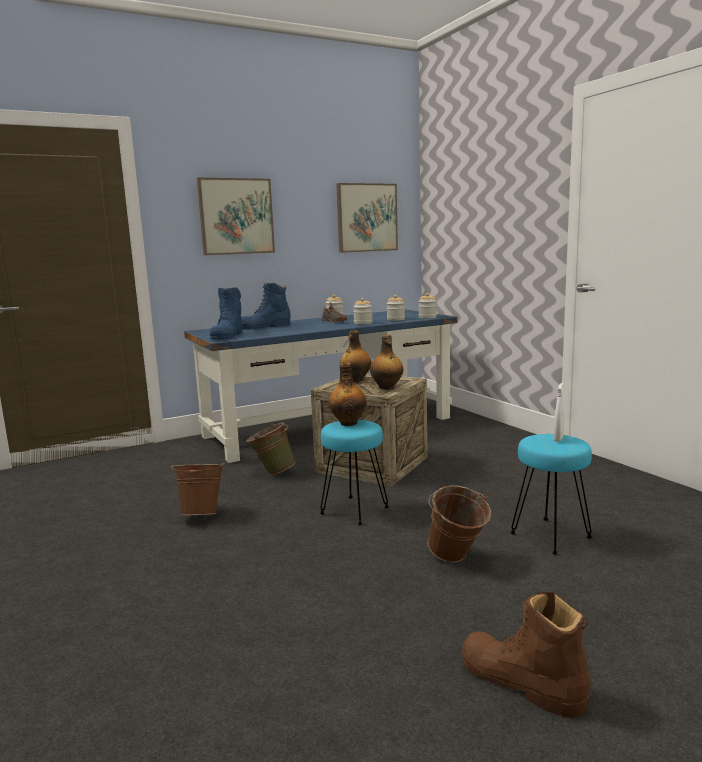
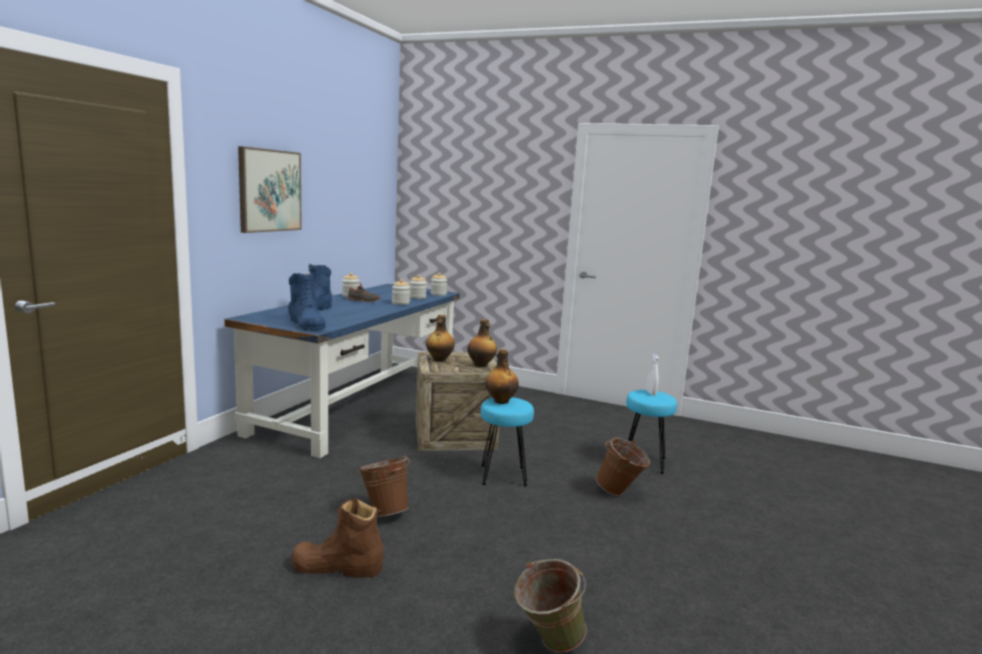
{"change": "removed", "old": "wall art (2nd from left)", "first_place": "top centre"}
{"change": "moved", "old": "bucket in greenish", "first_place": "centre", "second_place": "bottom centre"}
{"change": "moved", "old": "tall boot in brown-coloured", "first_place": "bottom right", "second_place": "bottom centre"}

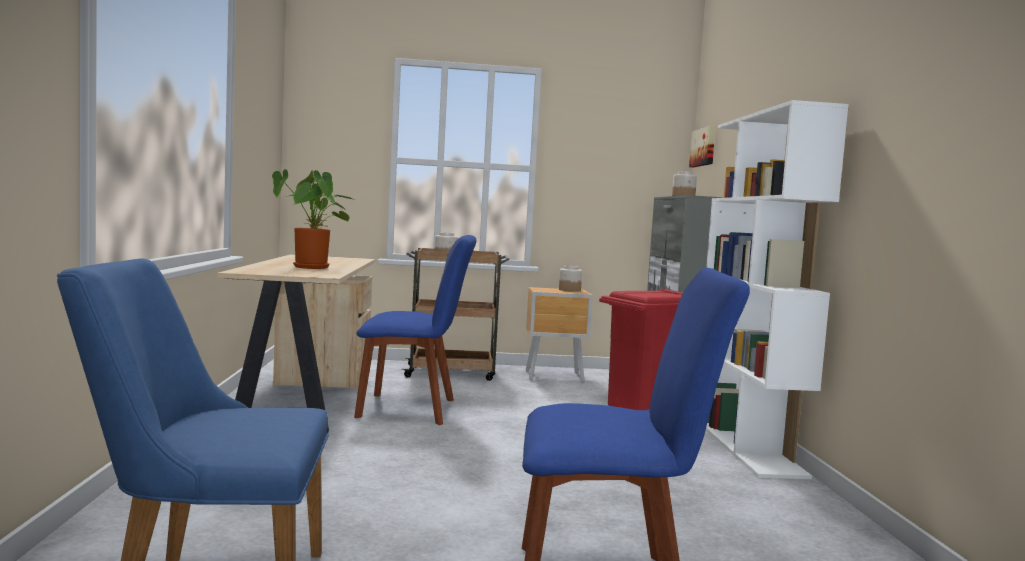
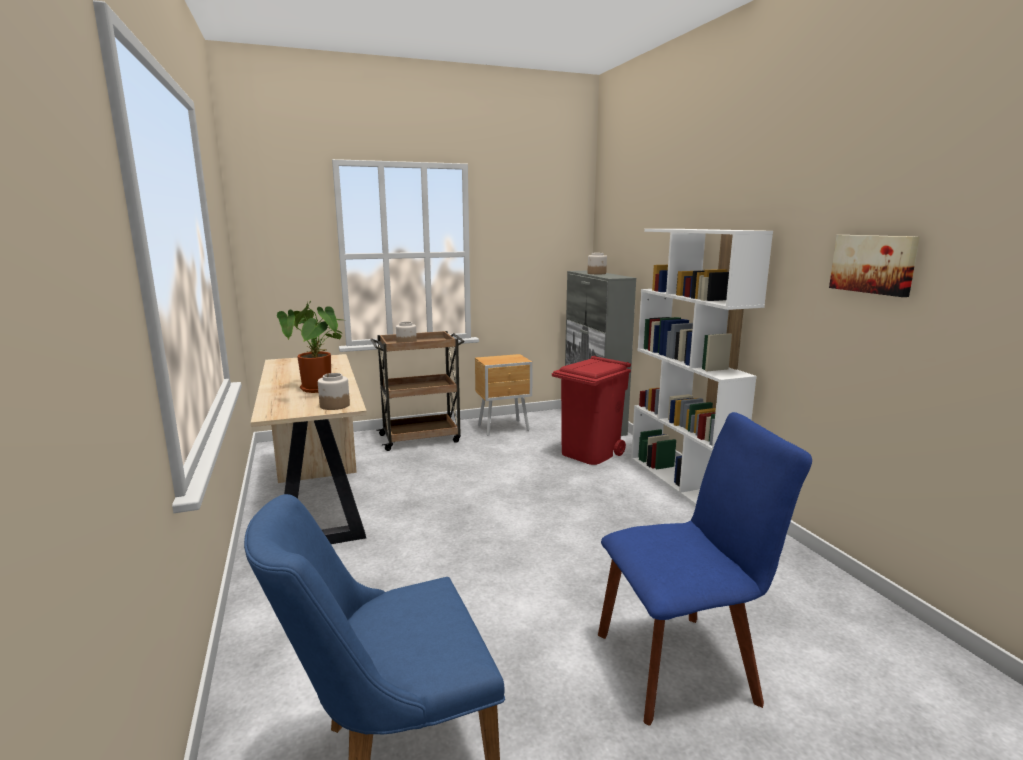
{"change": "moved", "old": "wall art", "first_place": "top right", "second_place": "middle right"}
{"change": "removed", "old": "upright chair in blue-coloured (2nd from left)", "first_place": "centre"}
{"change": "moved", "old": "storage jar (2nd from left in the first image)", "new": "storage jar (1st from left)", "first_place": "centre", "second_place": "middle left"}

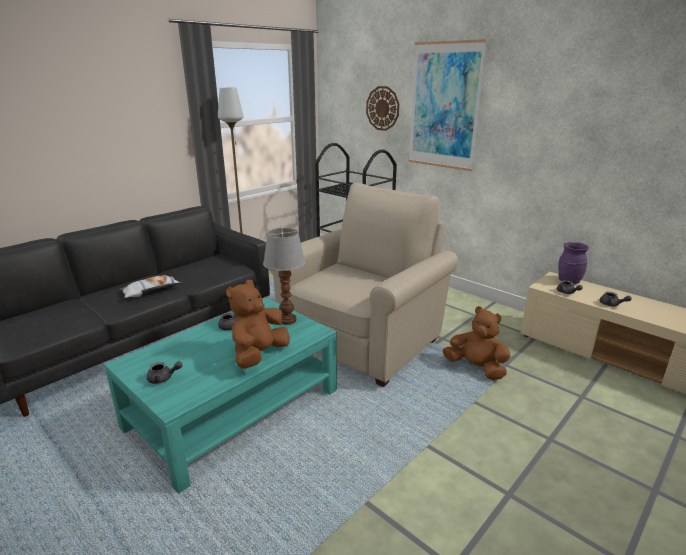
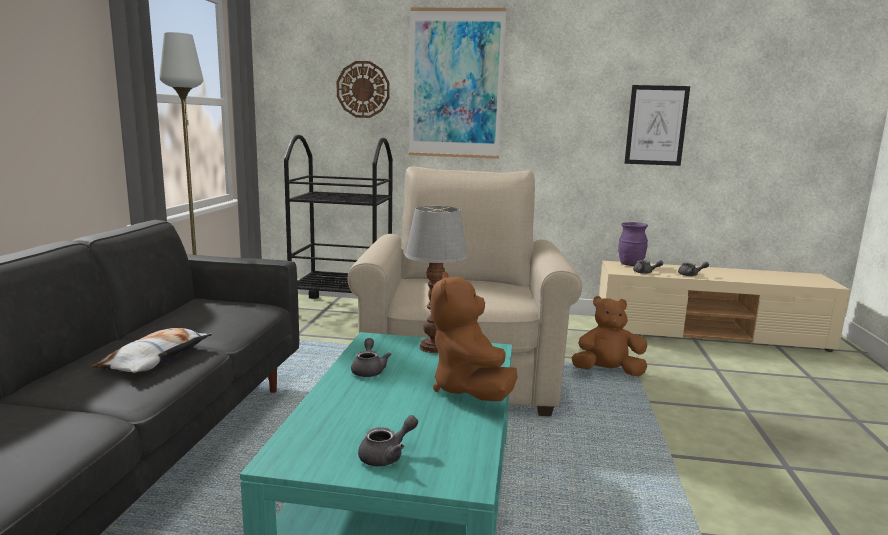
{"change": "added", "new": "wall art (2nd from left)", "second_place": "top right"}

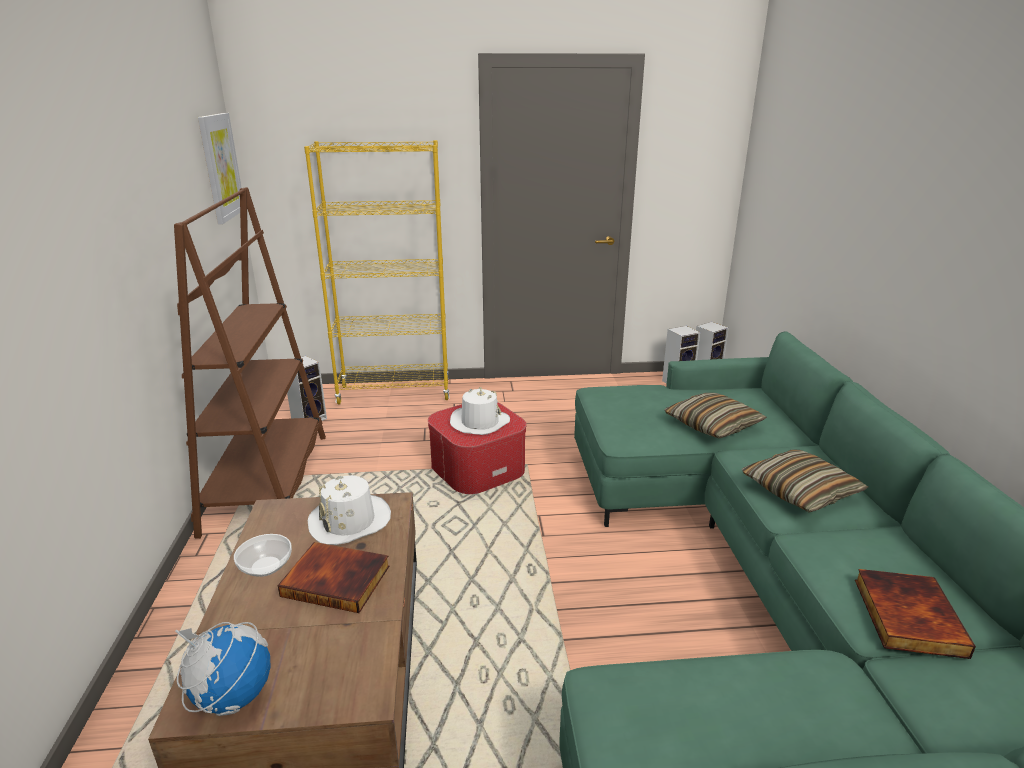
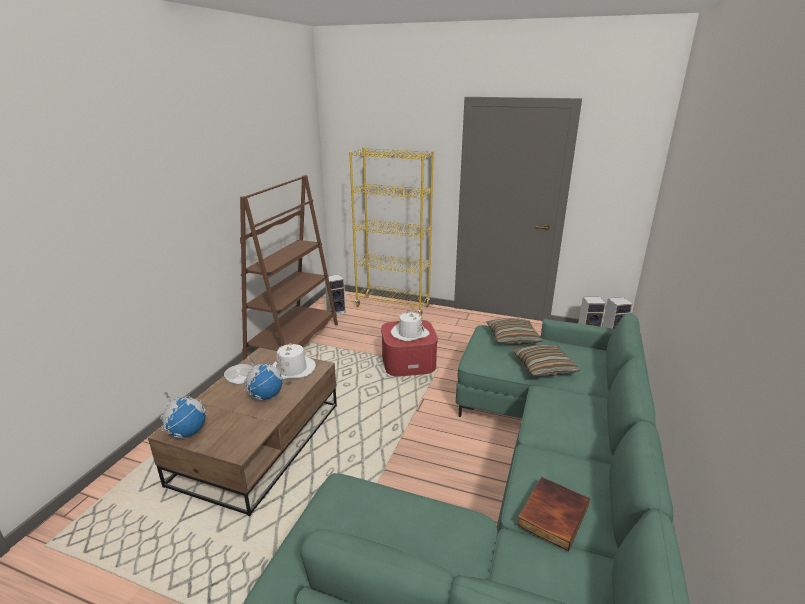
{"change": "removed", "old": "wall art", "first_place": "top left"}
{"change": "moved", "old": "throw pillow (2nd from left in the first image)", "new": "throw pillow (1st from left)", "first_place": "middle right", "second_place": "centre"}
{"change": "replaced", "old": "volume (1st from left)", "new": "globe (2nd from left)", "first_place": "bottom left", "second_place": "middle left"}

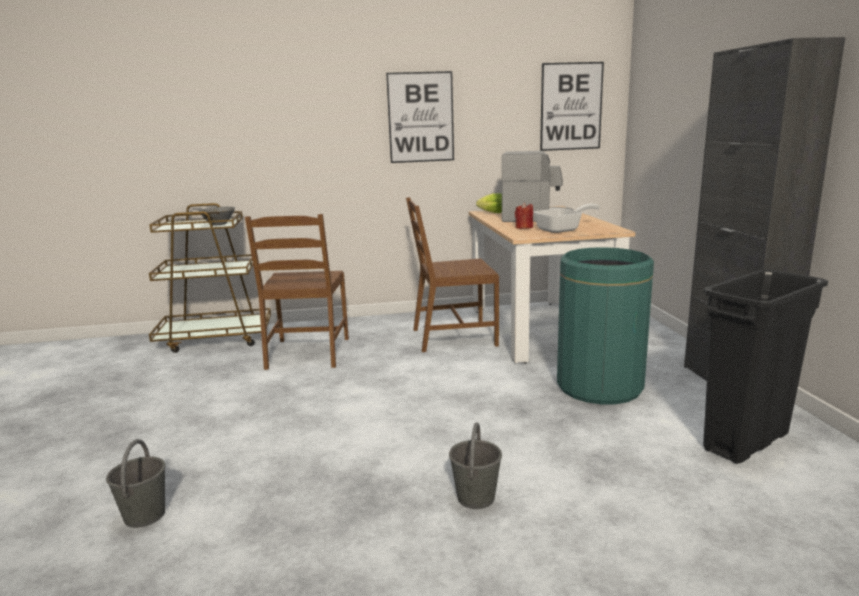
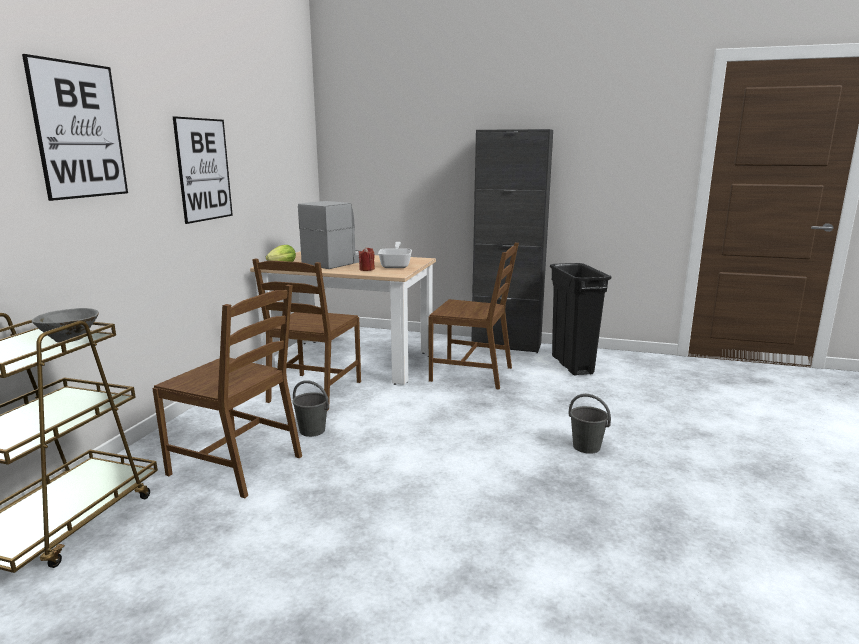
{"change": "moved", "old": "wall art (2nd from left in the first image)", "new": "wall art (1st from left)", "first_place": "top centre", "second_place": "top left"}
{"change": "replaced", "old": "rubbish bin in greenish", "new": "upright chair in brown-coloured (3rd from left)", "first_place": "middle right", "second_place": "centre"}
{"change": "moved", "old": "bucket in grey (1st from left)", "first_place": "bottom left", "second_place": "centre"}

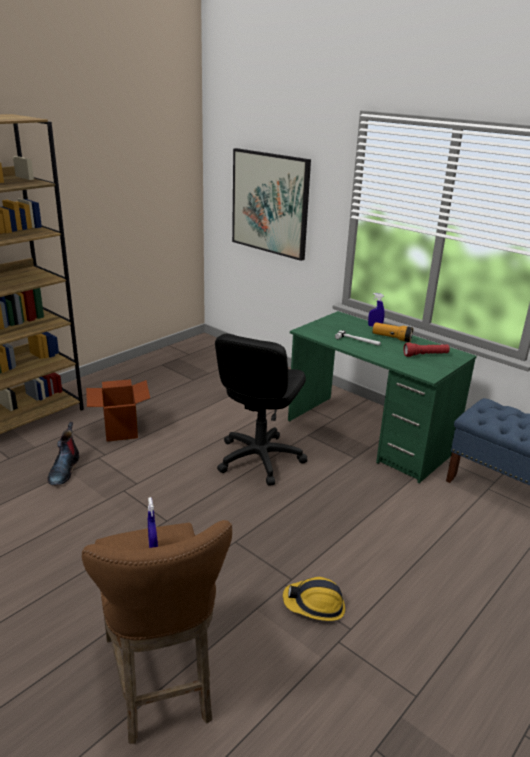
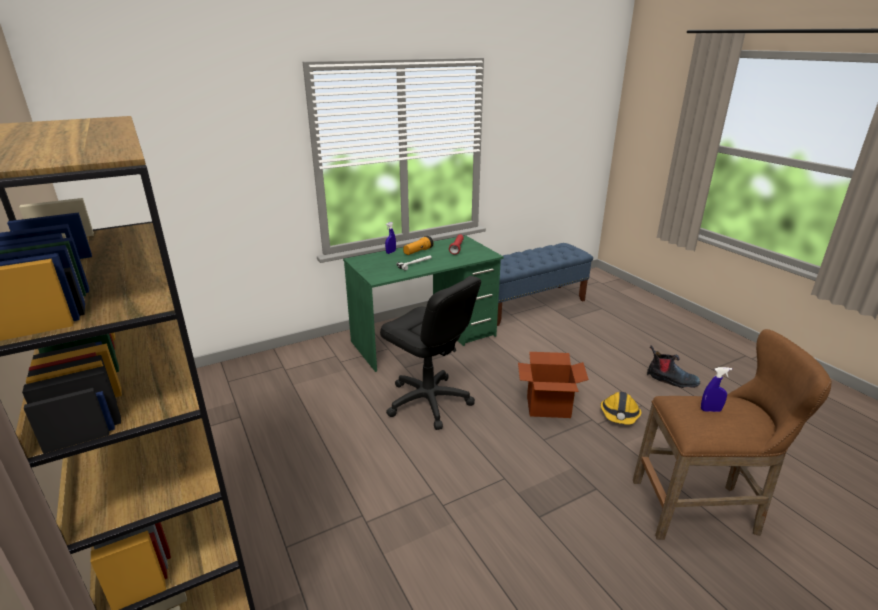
{"change": "removed", "old": "wall art", "first_place": "top centre"}
{"change": "moved", "old": "carton", "first_place": "middle left", "second_place": "centre"}
{"change": "moved", "old": "tall boot", "first_place": "middle left", "second_place": "middle right"}

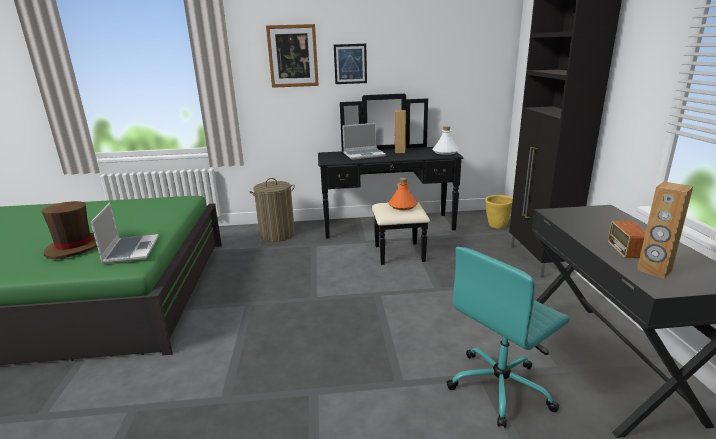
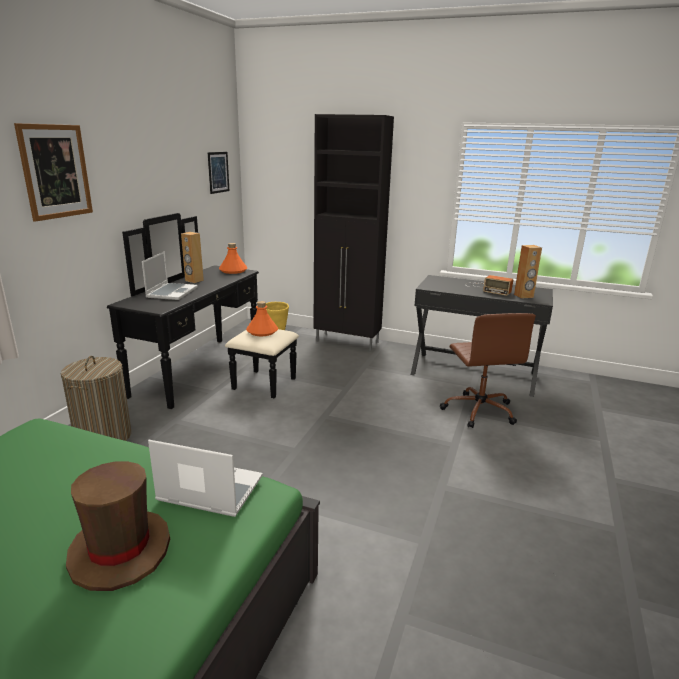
{"change": "moved", "old": "wall art (2nd from left)", "first_place": "top centre", "second_place": "top left"}
{"change": "recoloured", "old": "beverage bottle in white", "new": "beverage bottle in orange-coloured (1st from left)", "first_place": "top centre", "second_place": "centre"}
{"change": "recoloured", "old": "desk chair in turquoise-coloured", "new": "desk chair in brown-coloured", "first_place": "bottom right", "second_place": "middle right"}

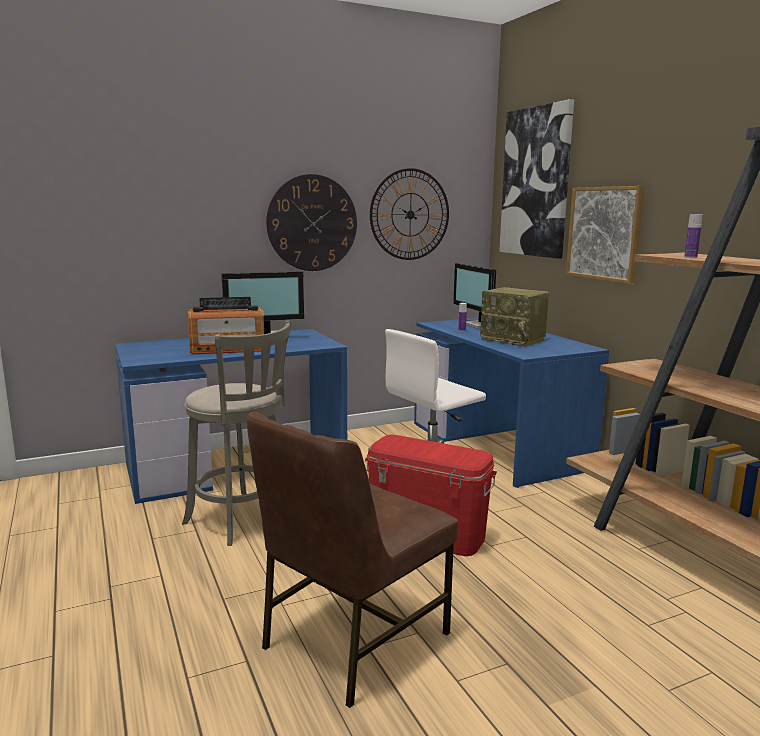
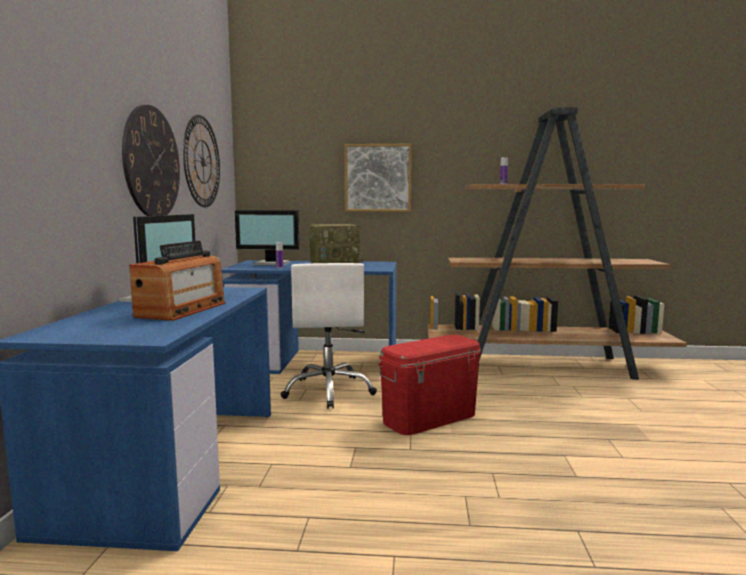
{"change": "removed", "old": "wall art (1st from left)", "first_place": "top right"}
{"change": "removed", "old": "stool in grey", "first_place": "middle left"}
{"change": "removed", "old": "upright chair in brown-coloured", "first_place": "bottom centre"}

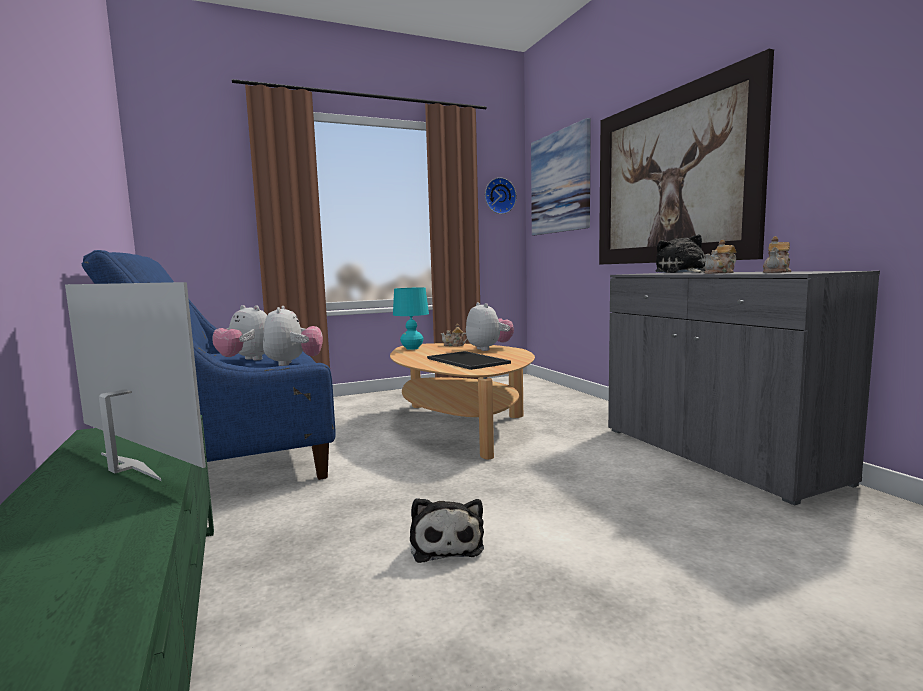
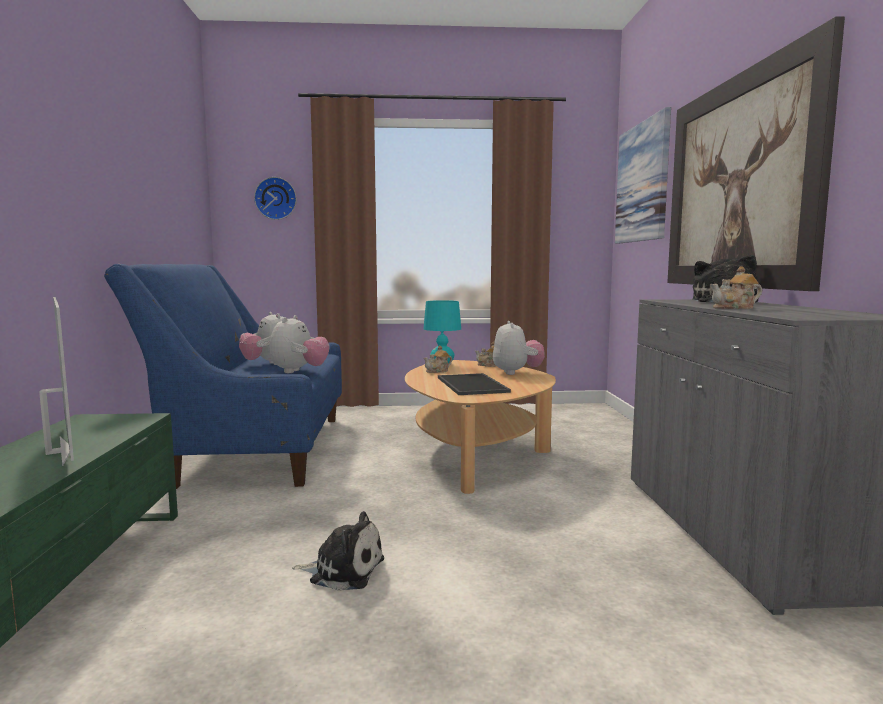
{"change": "moved", "old": "wall clock", "first_place": "top centre", "second_place": "top left"}
{"change": "moved", "old": "pot for tea (3rd from left in the first image)", "new": "pot for tea (1st from left)", "first_place": "middle right", "second_place": "centre"}
{"change": "turned", "old": "cuddly toy (3rd from left)", "first_place": "bottom centre", "second_place": "bottom centre", "degrees": -90}

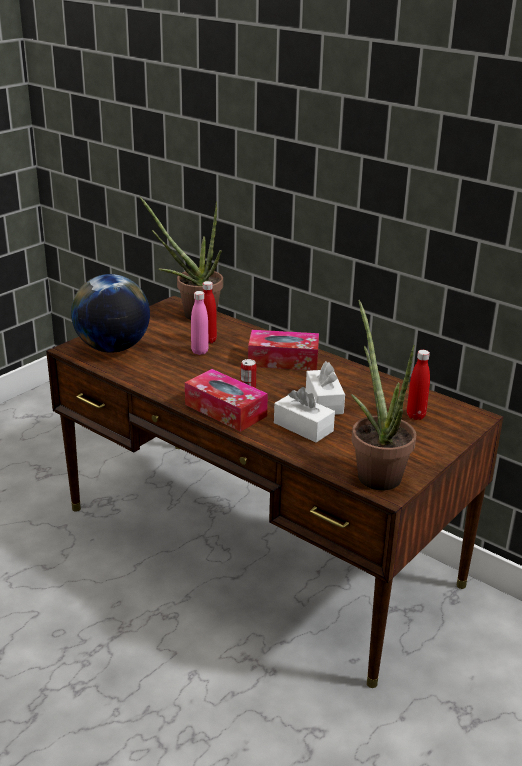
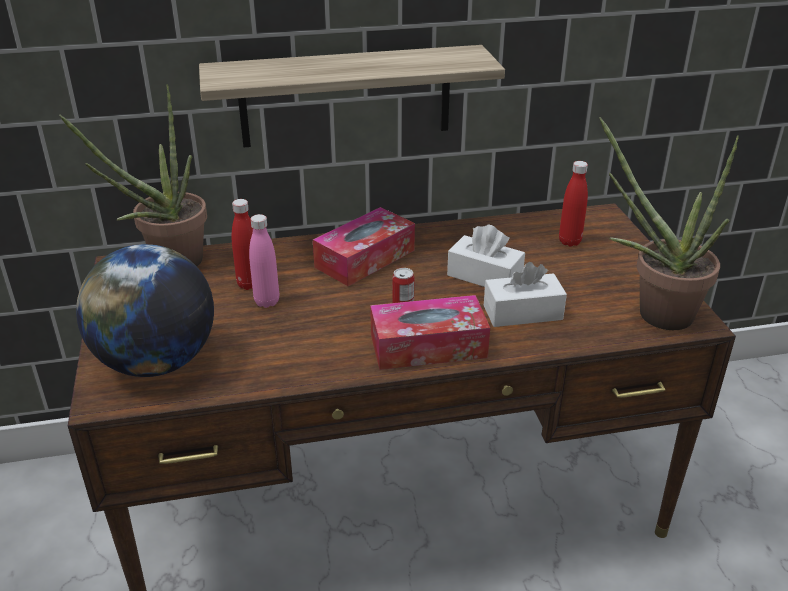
{"change": "added", "new": "wall shelf", "second_place": "top centre"}

